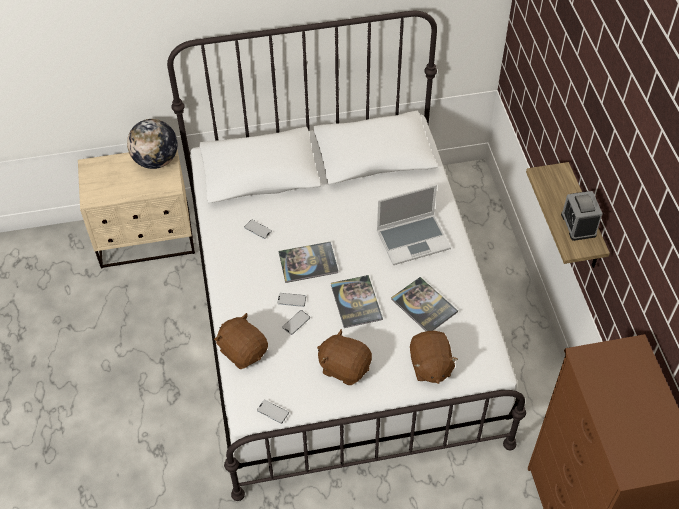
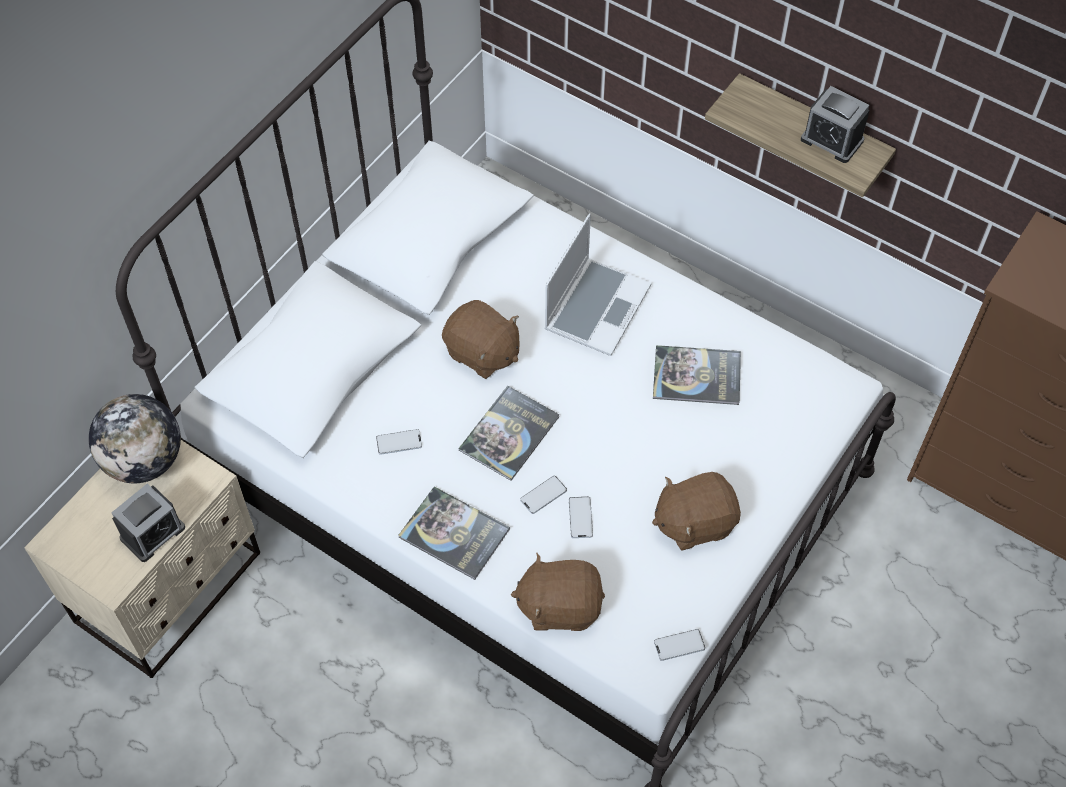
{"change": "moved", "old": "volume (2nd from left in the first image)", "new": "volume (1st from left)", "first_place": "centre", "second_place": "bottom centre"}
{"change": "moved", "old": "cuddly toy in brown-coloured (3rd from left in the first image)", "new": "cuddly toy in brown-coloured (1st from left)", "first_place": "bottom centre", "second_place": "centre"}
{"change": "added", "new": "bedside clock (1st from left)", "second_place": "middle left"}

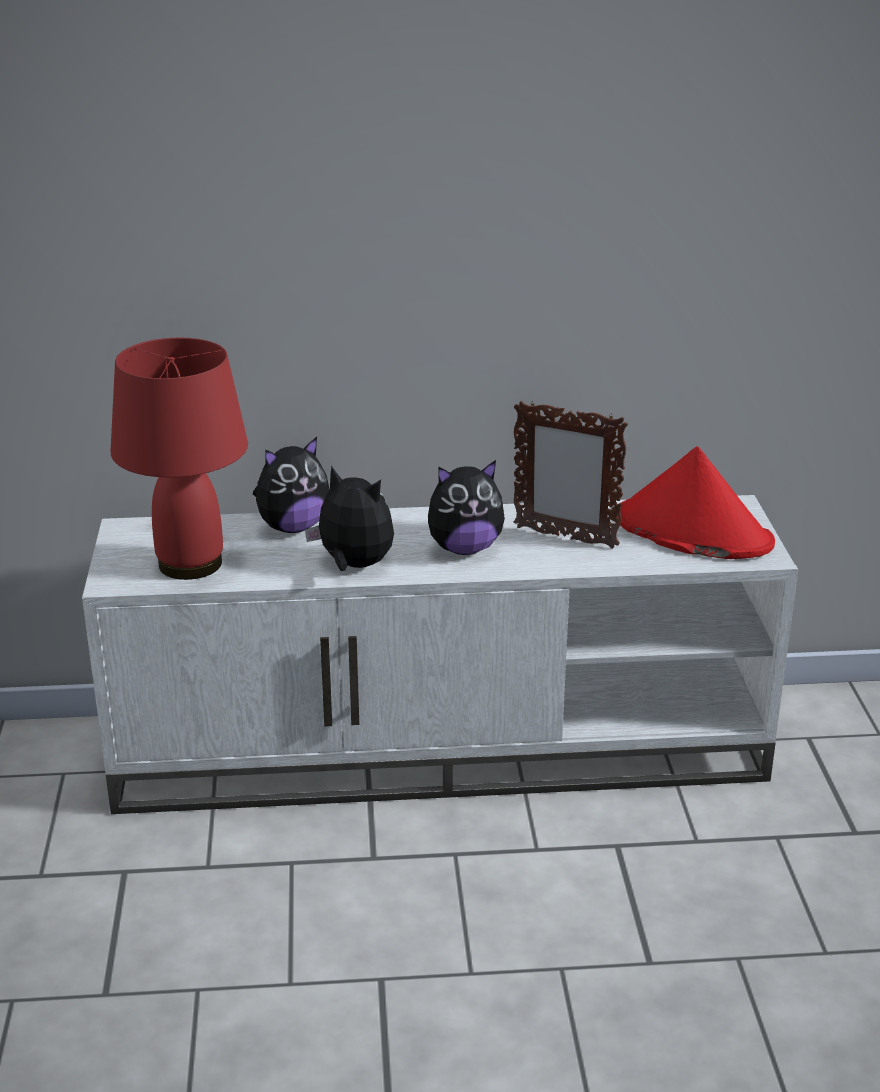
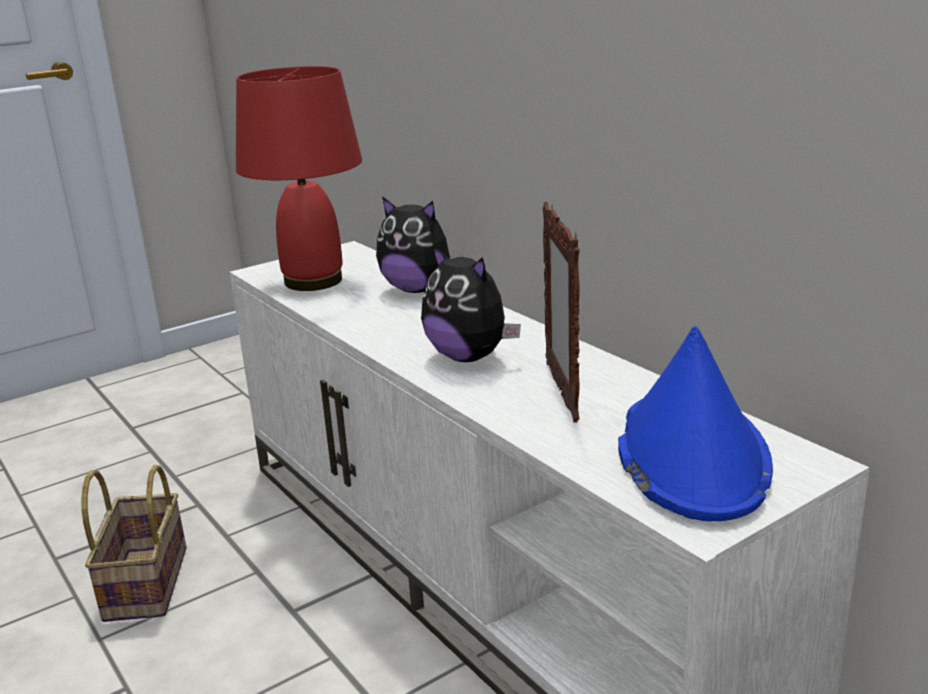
{"change": "recoloured", "old": "wearable hat in red-coloured", "new": "wearable hat in blue-coloured", "first_place": "middle right", "second_place": "middle right"}
{"change": "removed", "old": "cuddly toy (2nd from left)", "first_place": "centre"}
{"change": "added", "new": "storage basket", "second_place": "bottom left"}

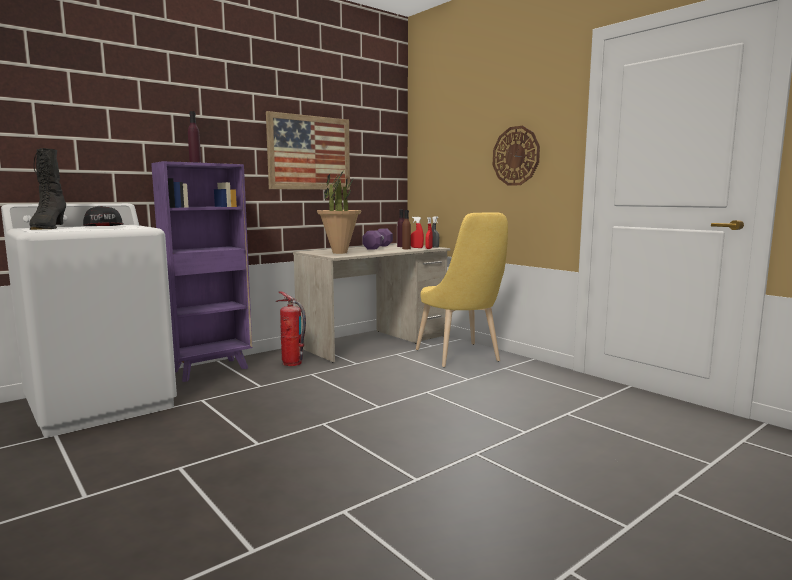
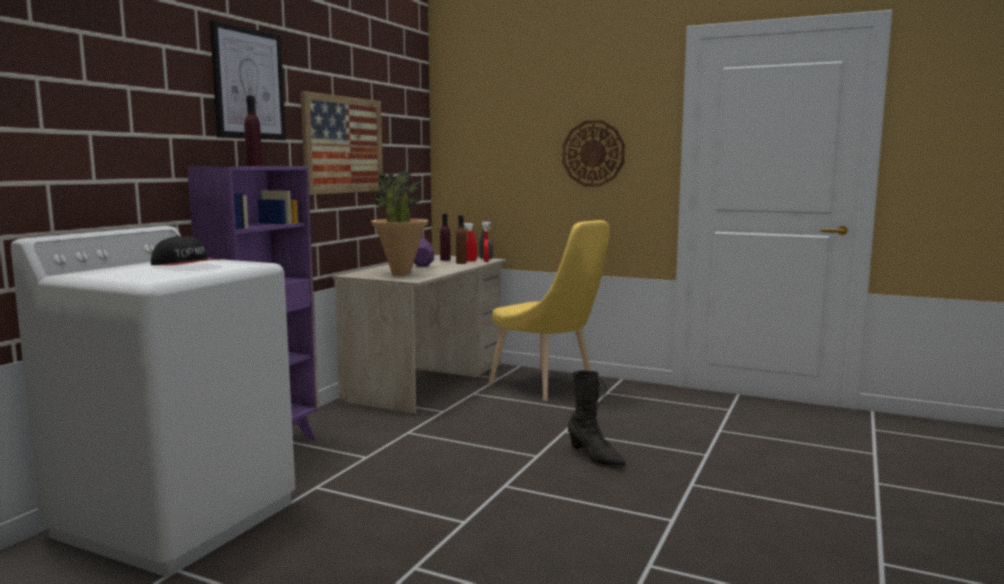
{"change": "moved", "old": "tall boot in black-coloured", "first_place": "top left", "second_place": "bottom centre"}
{"change": "removed", "old": "fire extinguisher", "first_place": "centre"}
{"change": "added", "new": "wall art (1st from left)", "second_place": "top left"}

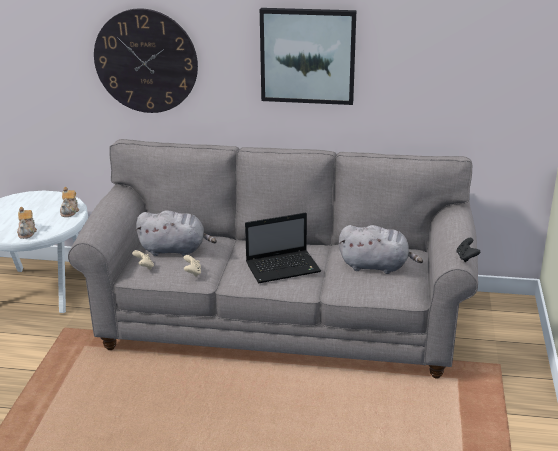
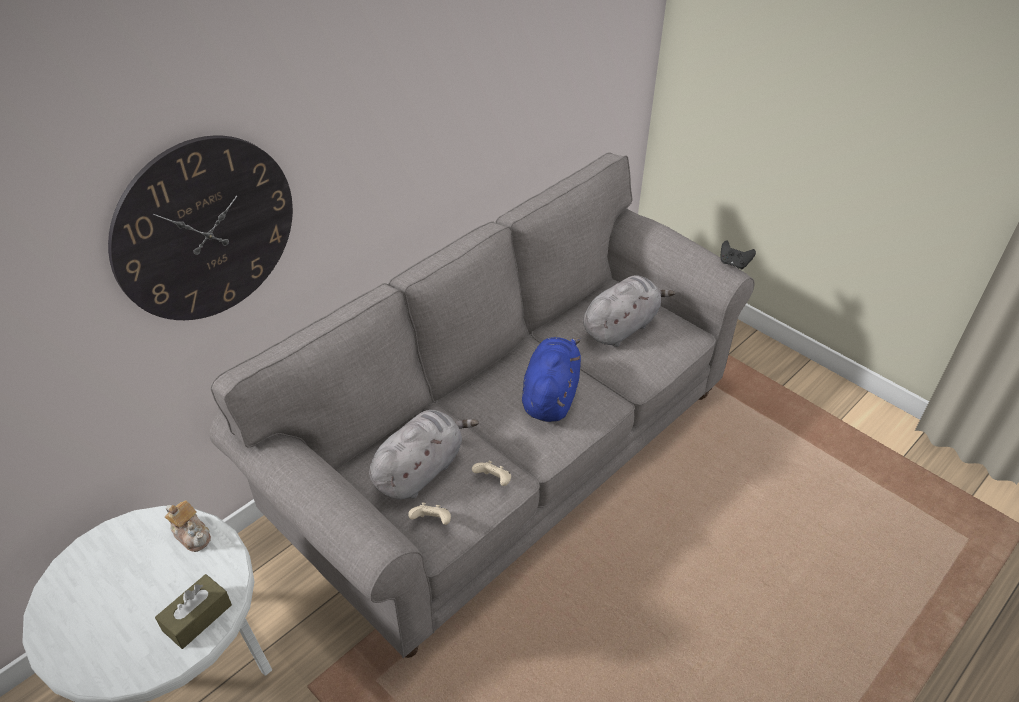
{"change": "removed", "old": "wall art", "first_place": "top centre"}
{"change": "replaced", "old": "pot for tea (1st from left)", "new": "tissue box in brown-coloured", "first_place": "middle left", "second_place": "bottom left"}
{"change": "replaced", "old": "portable computer", "new": "cuddly toy in blue-coloured", "first_place": "centre", "second_place": "centre"}

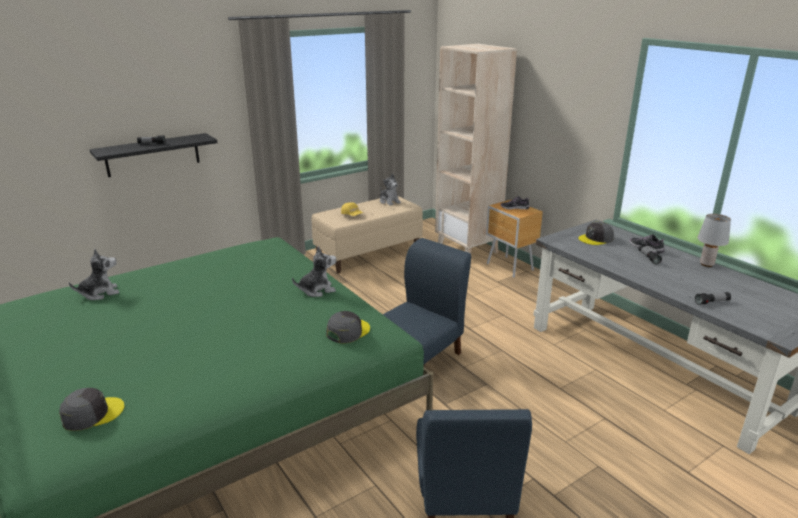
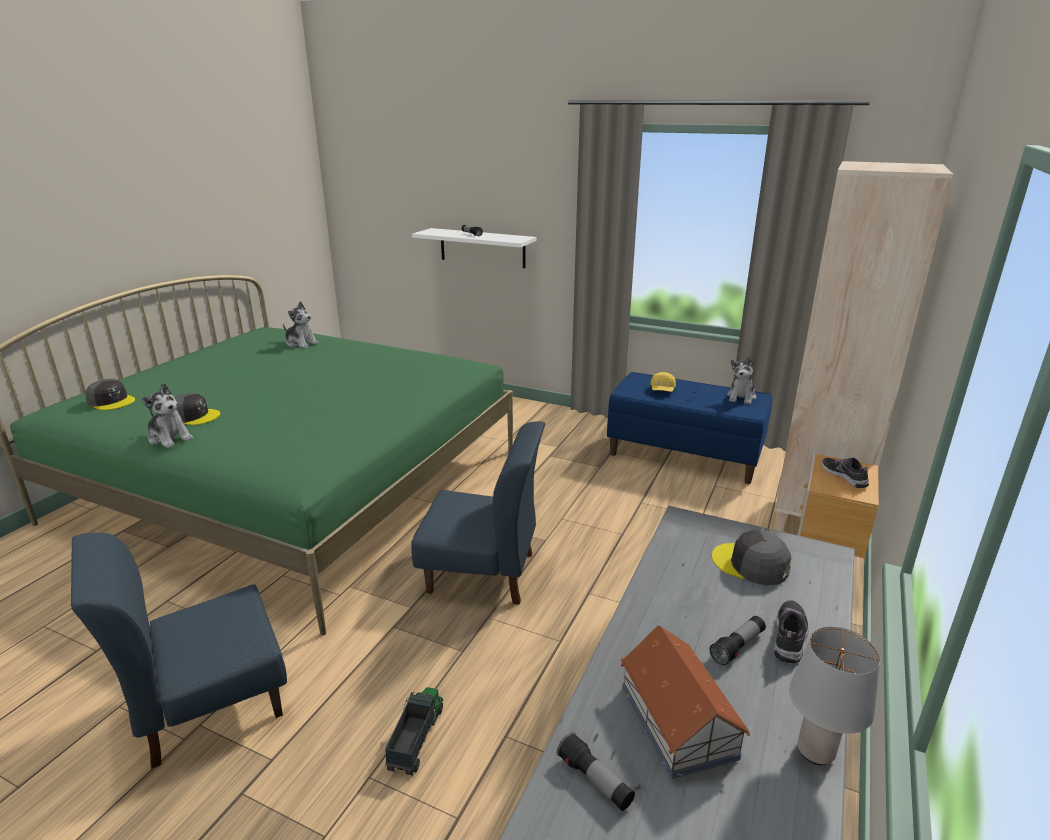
{"change": "recoloured", "old": "wall shelf in black-coloured", "new": "wall shelf in white", "first_place": "top left", "second_place": "top centre"}
{"change": "recoloured", "old": "bench in beige", "new": "bench in blue-coloured", "first_place": "centre", "second_place": "centre"}
{"change": "moved", "old": "cuddly toy (2nd from left in the first image)", "new": "cuddly toy (1st from left)", "first_place": "centre", "second_place": "middle left"}
{"change": "moved", "old": "baseball cap in grey (2nd from left)", "first_place": "centre", "second_place": "middle left"}
{"change": "added", "new": "toy house", "second_place": "bottom centre"}
{"change": "added", "new": "toy truck", "second_place": "bottom centre"}

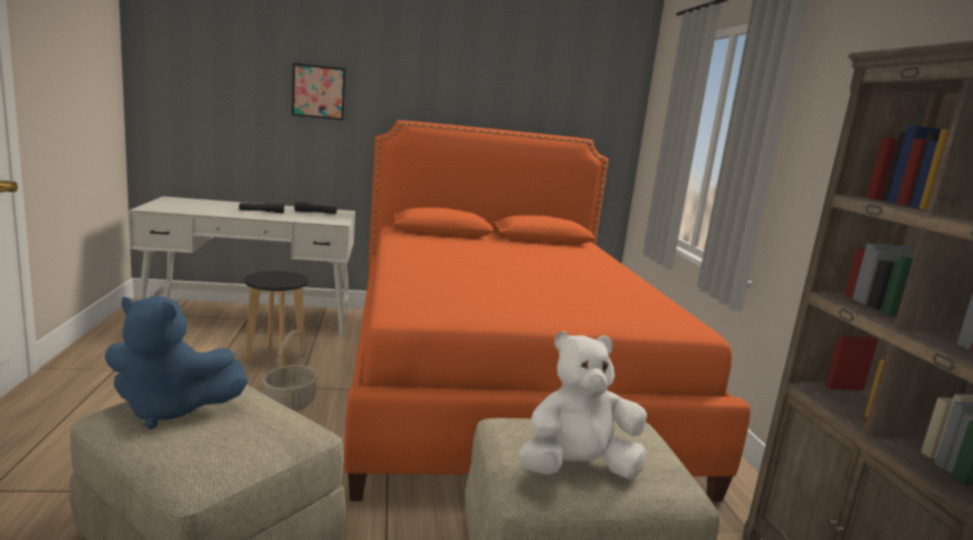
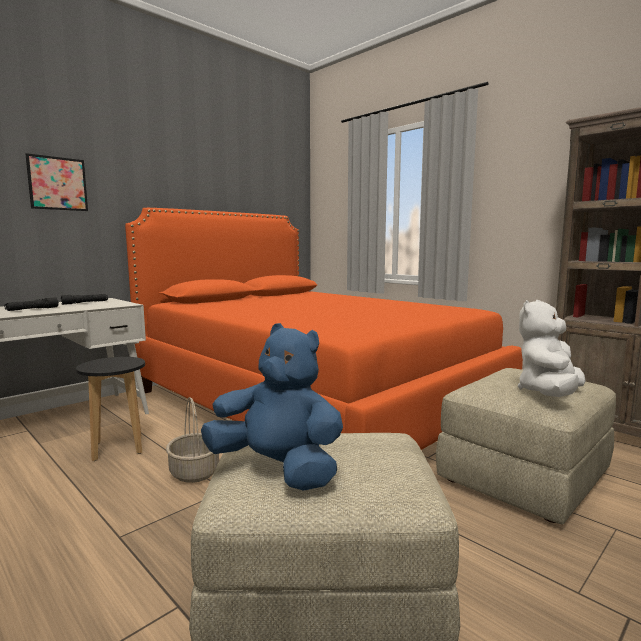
{"change": "turned", "old": "cuddly toy in blue-coloured", "first_place": "bottom left", "second_place": "centre", "degrees": -120}

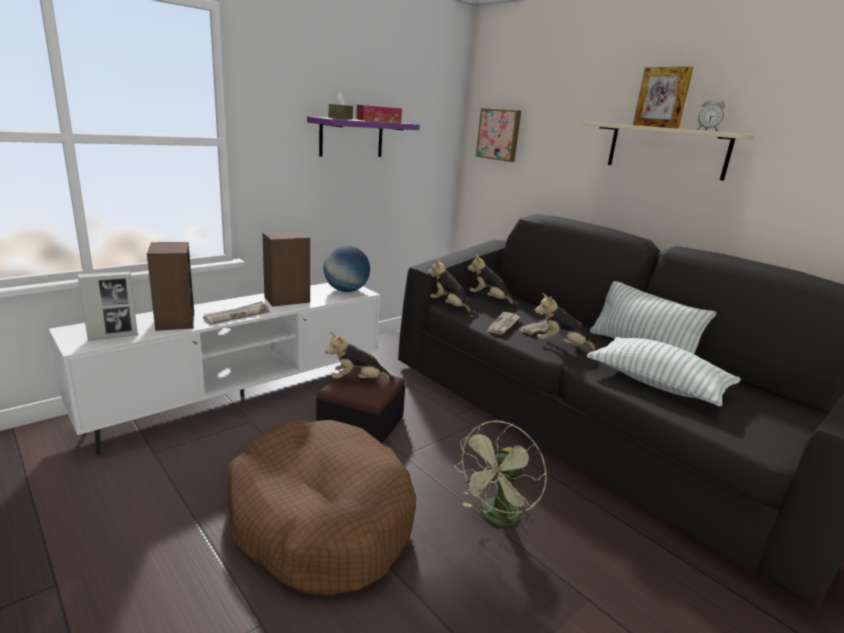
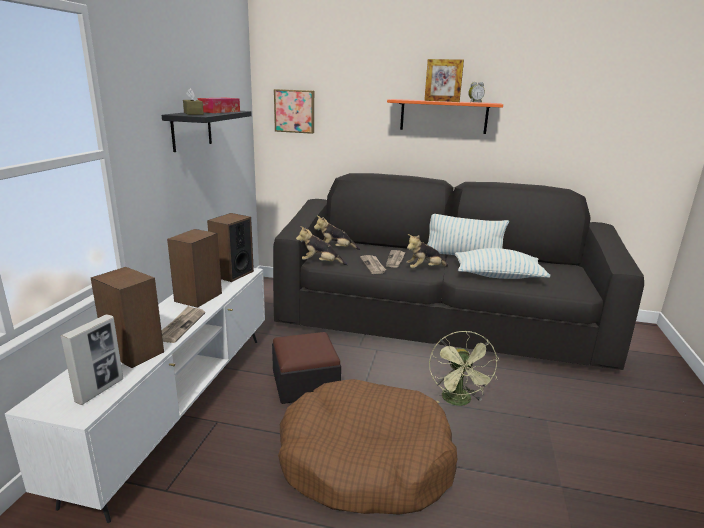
{"change": "recoloured", "old": "wall shelf in purple", "new": "wall shelf in black-coloured", "first_place": "top centre", "second_place": "top left"}
{"change": "recoloured", "old": "wall shelf in beige", "new": "wall shelf in orange-coloured", "first_place": "top right", "second_place": "top centre"}
{"change": "replaced", "old": "globe", "new": "loudspeaker (3rd from left)", "first_place": "centre", "second_place": "middle left"}
{"change": "removed", "old": "cuddly toy (1st from left)", "first_place": "centre"}

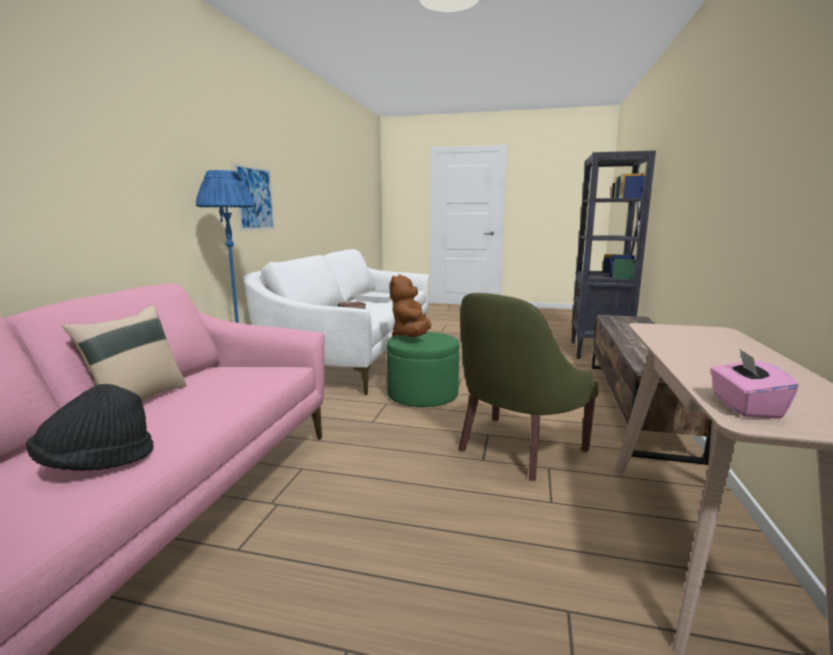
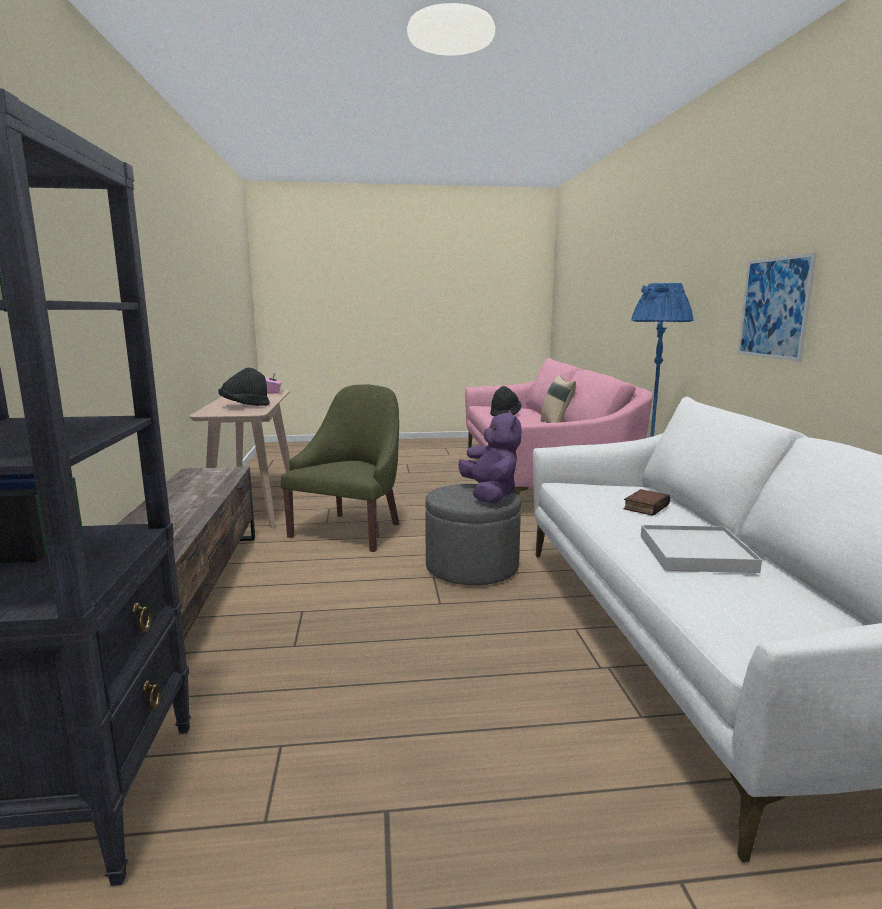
{"change": "recoloured", "old": "cuddly toy in brown-coloured", "new": "cuddly toy in purple", "first_place": "centre", "second_place": "centre"}
{"change": "recoloured", "old": "pouffe in greenish", "new": "pouffe in grey", "first_place": "centre", "second_place": "centre"}
{"change": "added", "new": "wearable hat in black-coloured (1st from left)", "second_place": "middle left"}

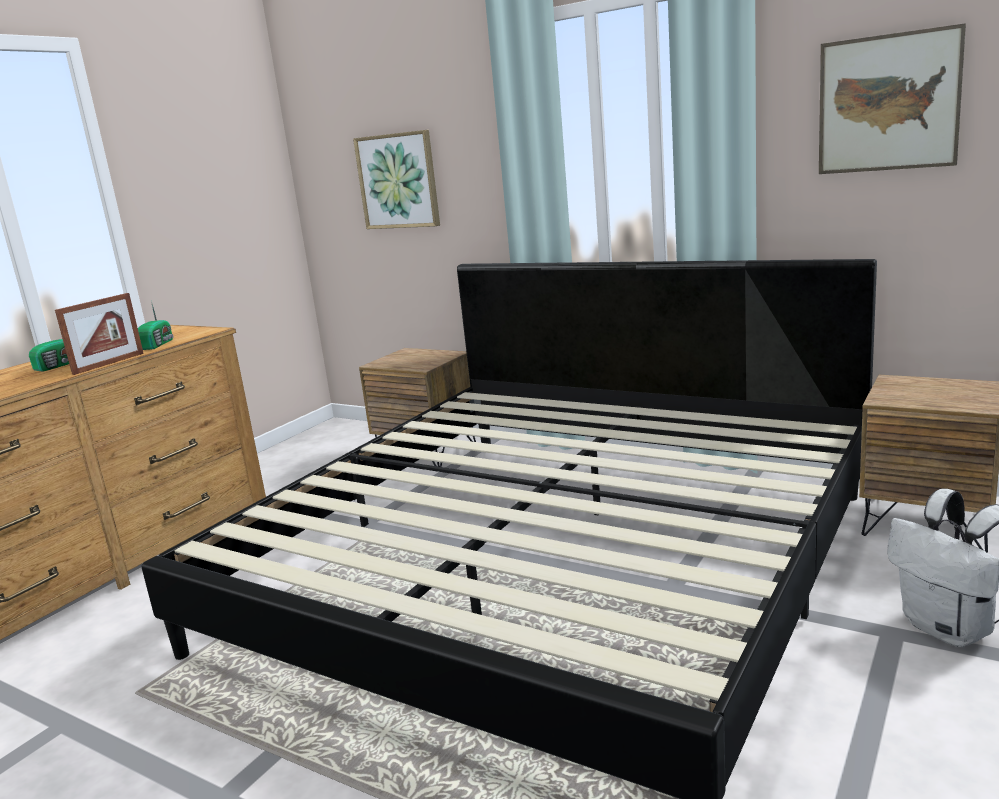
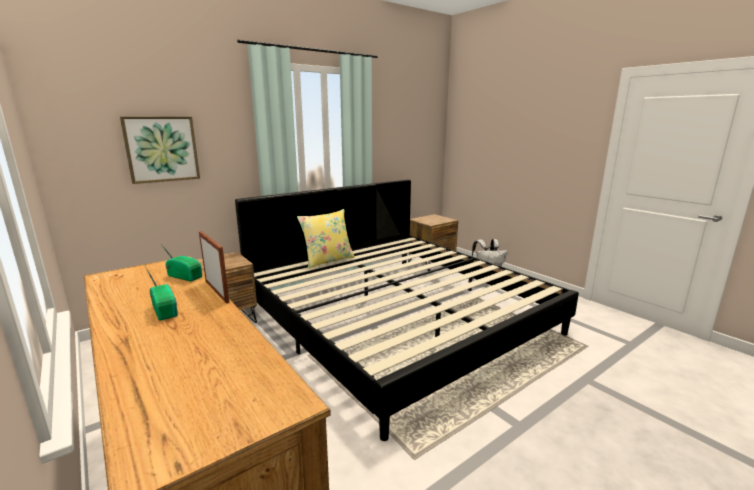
{"change": "removed", "old": "wall art (2nd from left)", "first_place": "top right"}
{"change": "added", "new": "throw pillow in yellowish", "second_place": "centre"}

